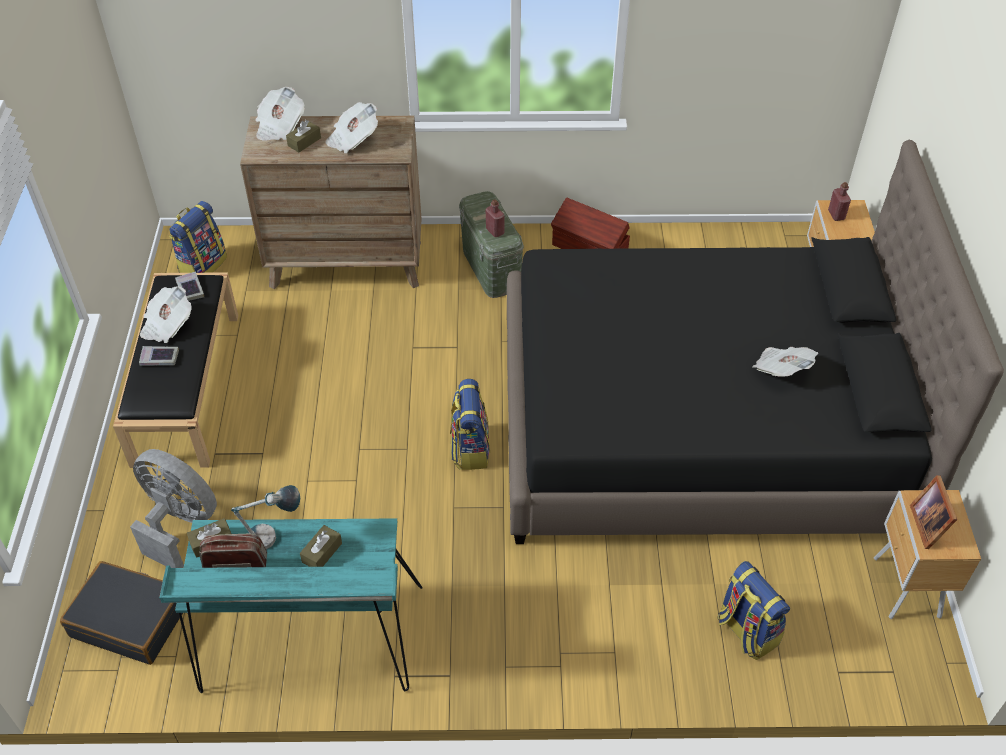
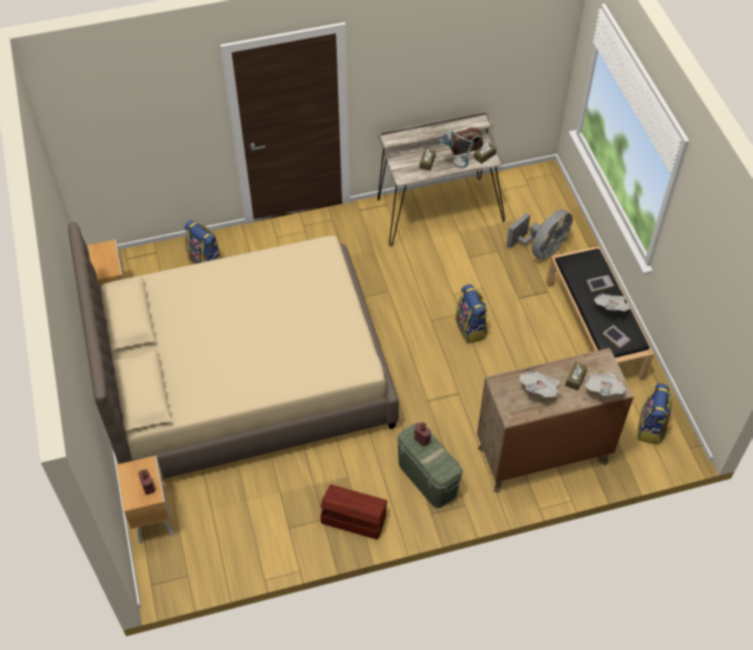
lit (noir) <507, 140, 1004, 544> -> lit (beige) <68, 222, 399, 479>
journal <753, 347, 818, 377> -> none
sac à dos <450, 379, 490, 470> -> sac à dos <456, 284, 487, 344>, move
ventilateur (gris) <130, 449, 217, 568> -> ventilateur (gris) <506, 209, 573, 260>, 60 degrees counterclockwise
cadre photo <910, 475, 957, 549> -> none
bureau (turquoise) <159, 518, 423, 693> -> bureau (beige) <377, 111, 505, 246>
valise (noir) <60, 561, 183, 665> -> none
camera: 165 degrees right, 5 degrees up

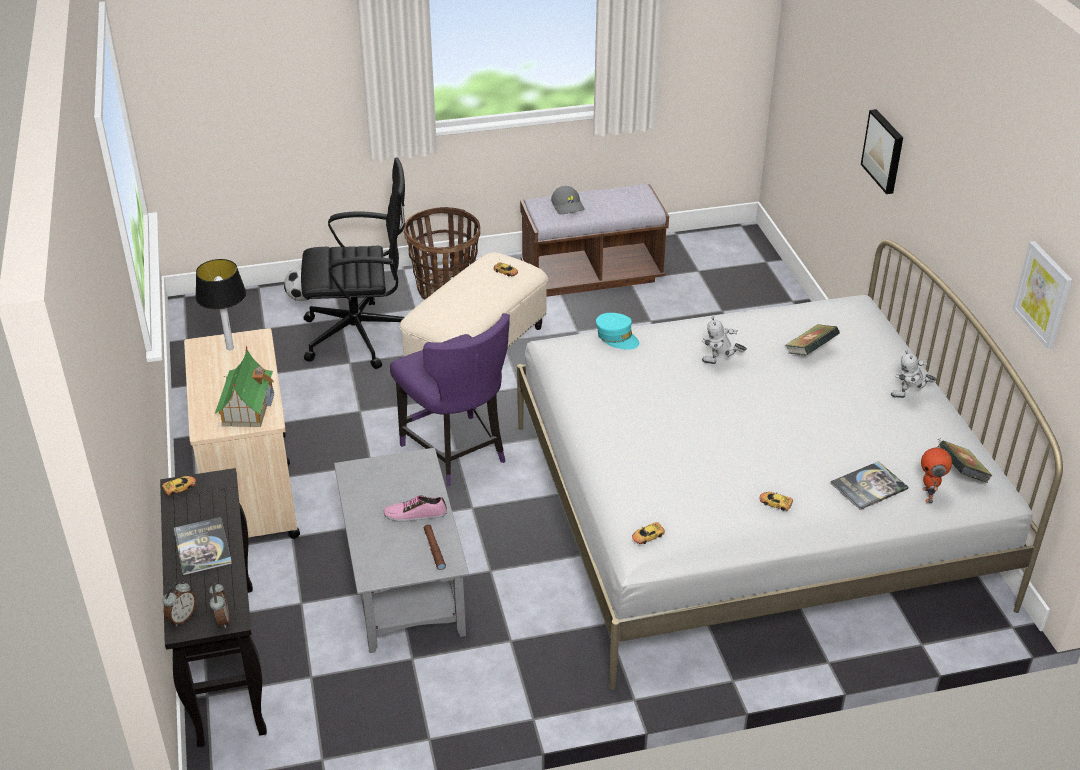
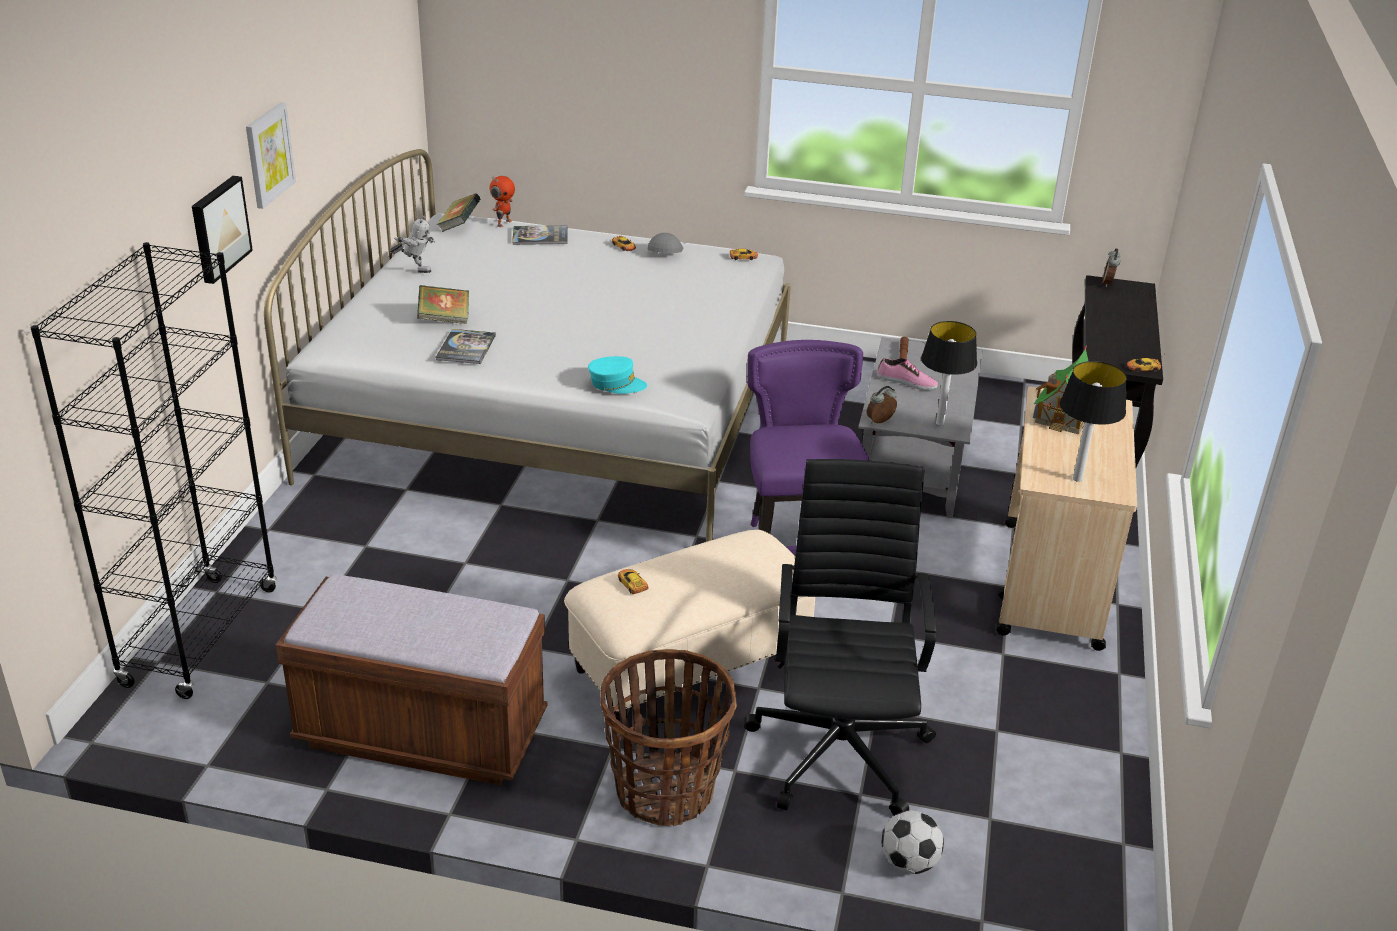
chaise de bureau (noir) <301, 157, 405, 369> -> chaise de bureau (noir) <744, 459, 936, 815>, 75 degrees clockwise
casquette (gris) <551, 186, 585, 215> -> casquette (gris) <648, 233, 683, 253>, move
tableau <1012, 241, 1073, 349> -> tableau <246, 103, 296, 209>, move
casquette (turquoise) <596, 313, 639, 350> -> casquette (turquoise) <588, 356, 647, 394>, 120 degrees clockwise
robot jouet <701, 316, 747, 364> -> none
livre <174, 517, 232, 576> -> livre <436, 329, 496, 364>, move
réveil <162, 581, 197, 626> -> réveil <867, 386, 897, 423>, move
none -> bibliothèque (noir) <30, 242, 277, 699>
none -> lampe de table <921, 321, 977, 426>
camera: 155 degrees left, 5 degrees down

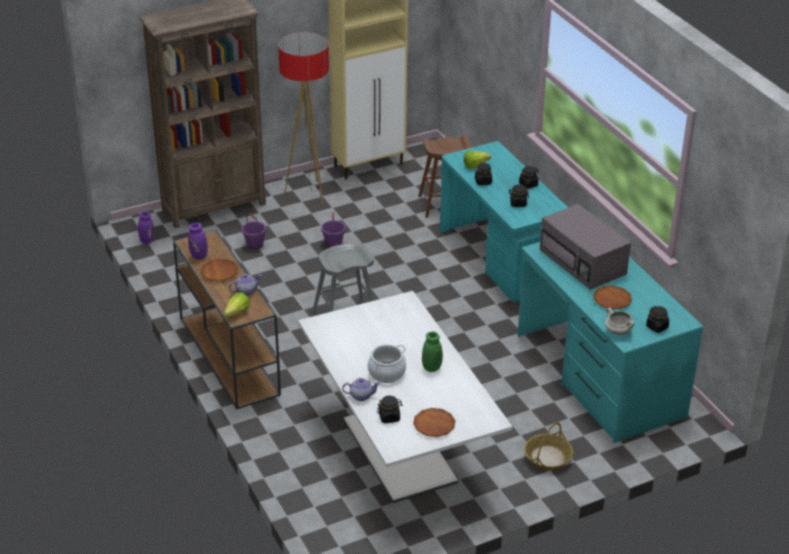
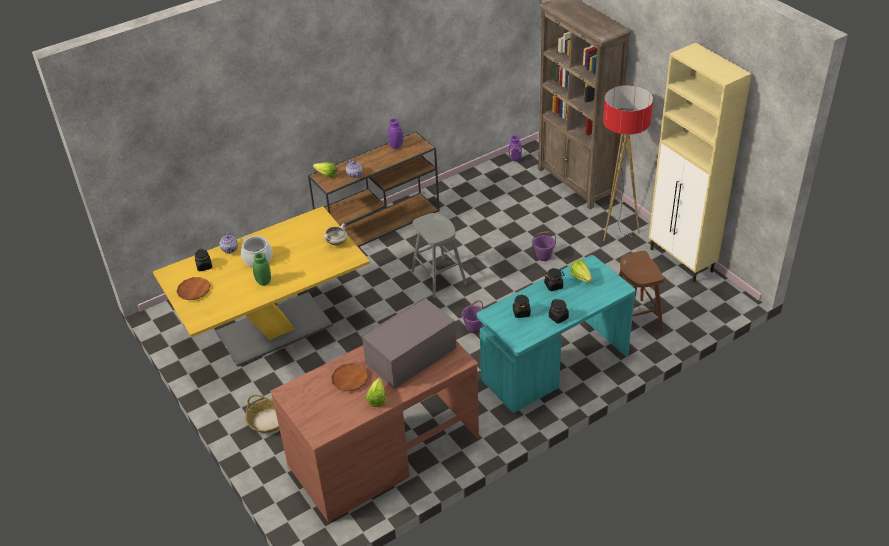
seau (violet) <242, 214, 266, 250> -> seau (violet) <462, 301, 483, 333>, move
bureau (turquoise) <517, 242, 703, 443> -> bureau (marron) <270, 341, 479, 522>
assiette (marron) <201, 259, 238, 281> -> none
table à manger (blanc) <298, 291, 513, 503> -> table à manger (jaune) <153, 206, 370, 367>
bocal (noir) <646, 306, 669, 333> -> none
marmite (blanc) <605, 308, 634, 335> -> marmite (blanc) <324, 223, 347, 245>, move
none -> laitue <366, 377, 386, 407>
camera: 85 degrees right, 5 degrees up

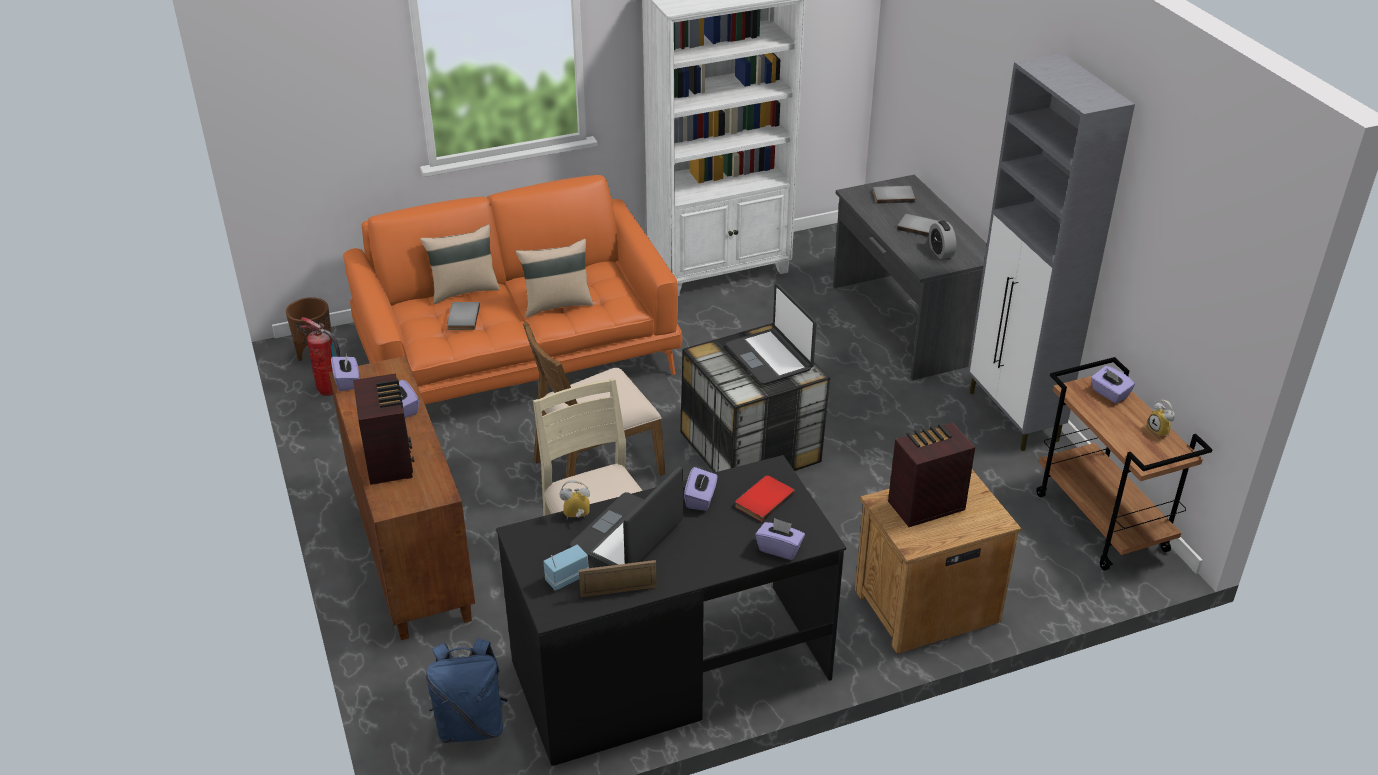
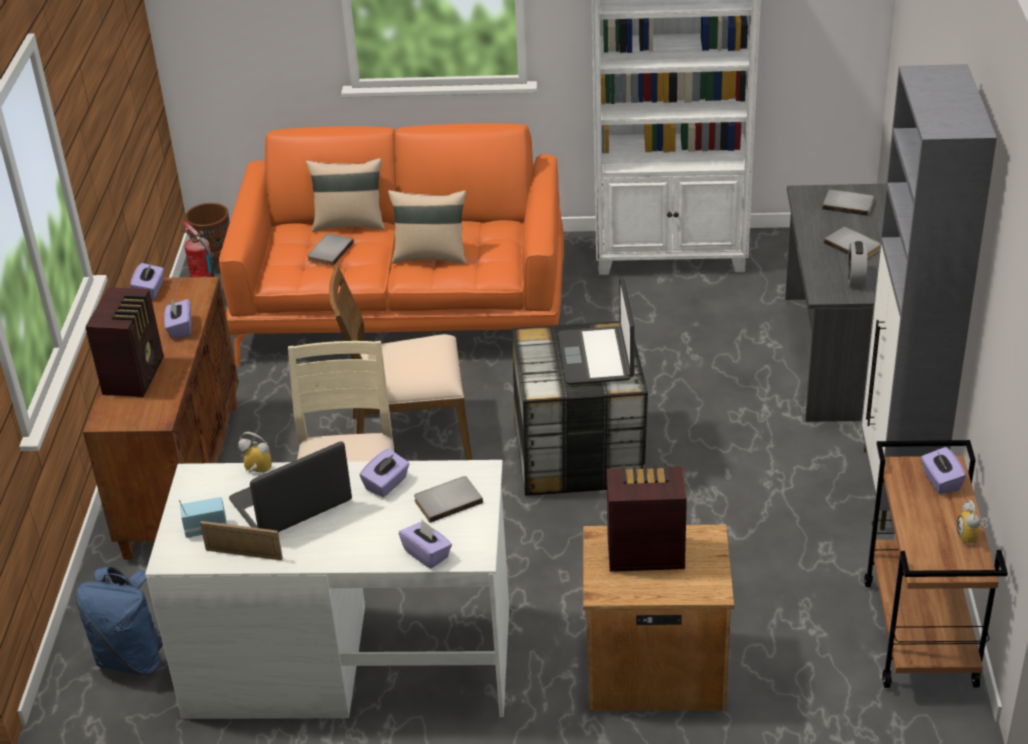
bureau (noir) <496, 455, 846, 766> -> bureau (blanc) <145, 460, 509, 719>
livre (rouge) <735, 475, 795, 522> -> livre (gris) <414, 476, 483, 523>
camera: 25 degrees right, 0 degrees up

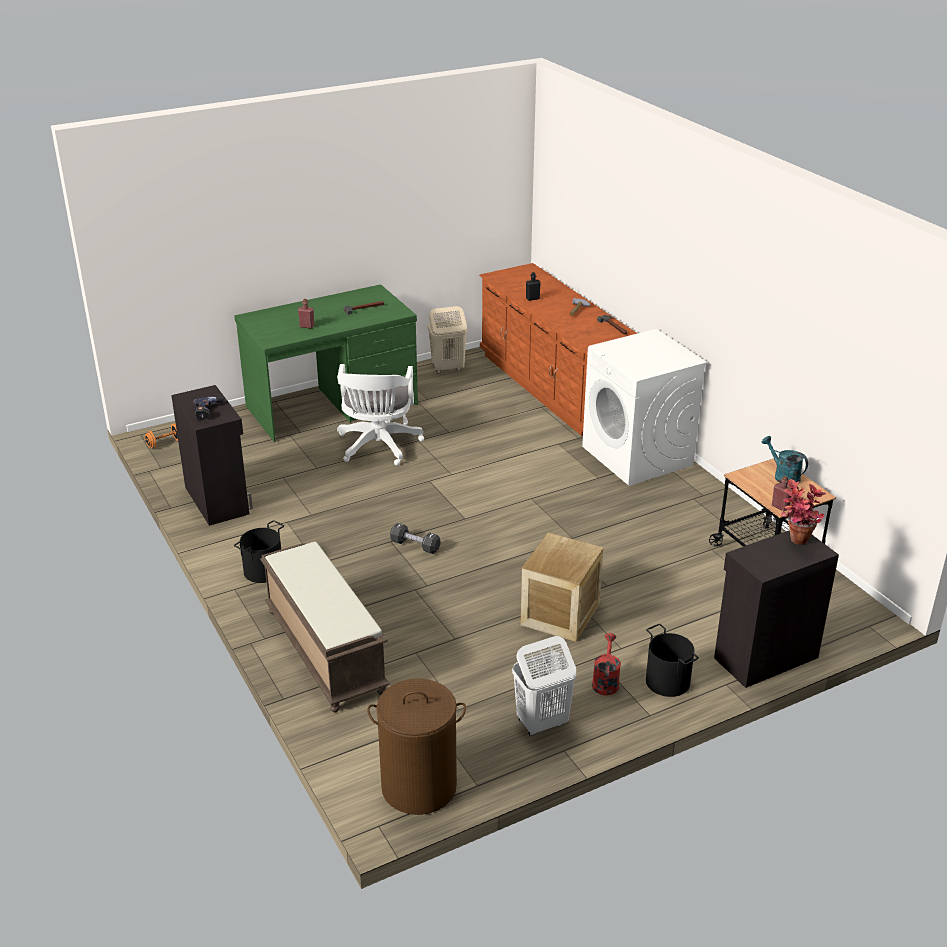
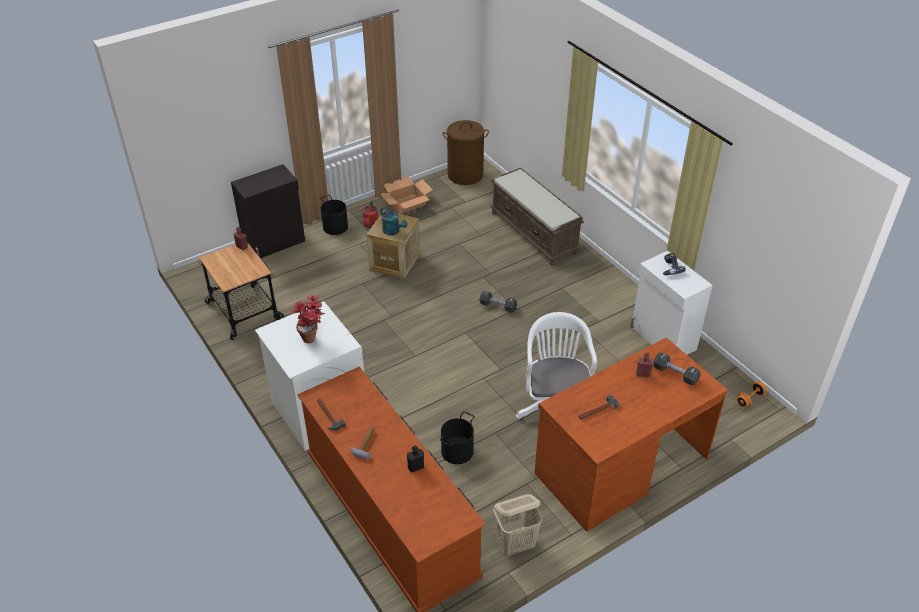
bureau (vert) <234, 284, 418, 442> -> bureau (marron) <535, 337, 728, 532>
meuble de rangement (noir) <171, 385, 253, 526> -> meuble de rangement (blanc) <630, 251, 713, 355>
arrosoir (turquoise) <762, 436, 808, 485> -> arrosoir (turquoise) <380, 207, 408, 235>, move
plante en pot <781, 479, 826, 545> -> plante en pot <290, 295, 325, 343>, move
seau (noir) <234, 520, 284, 583> -> seau (noir) <440, 411, 475, 464>, move
panier à linge (blanc) <512, 636, 576, 736> -> carton <380, 176, 433, 214>
none -> haltère (noir) <654, 352, 701, 385>
camera: 175 degrees right, 10 degrees up

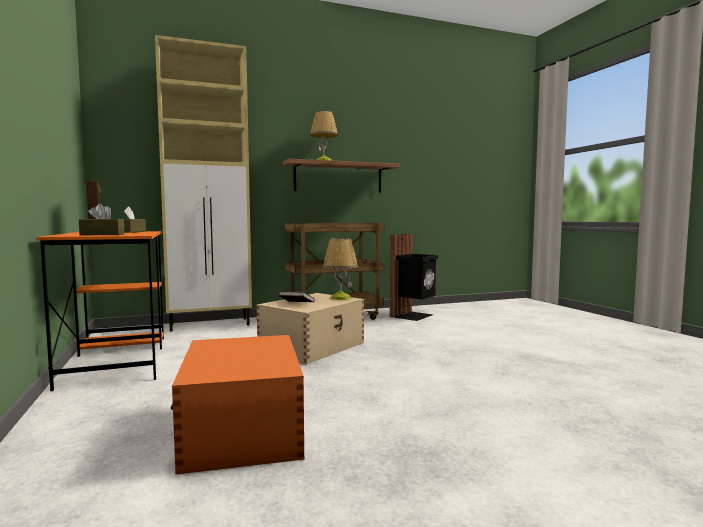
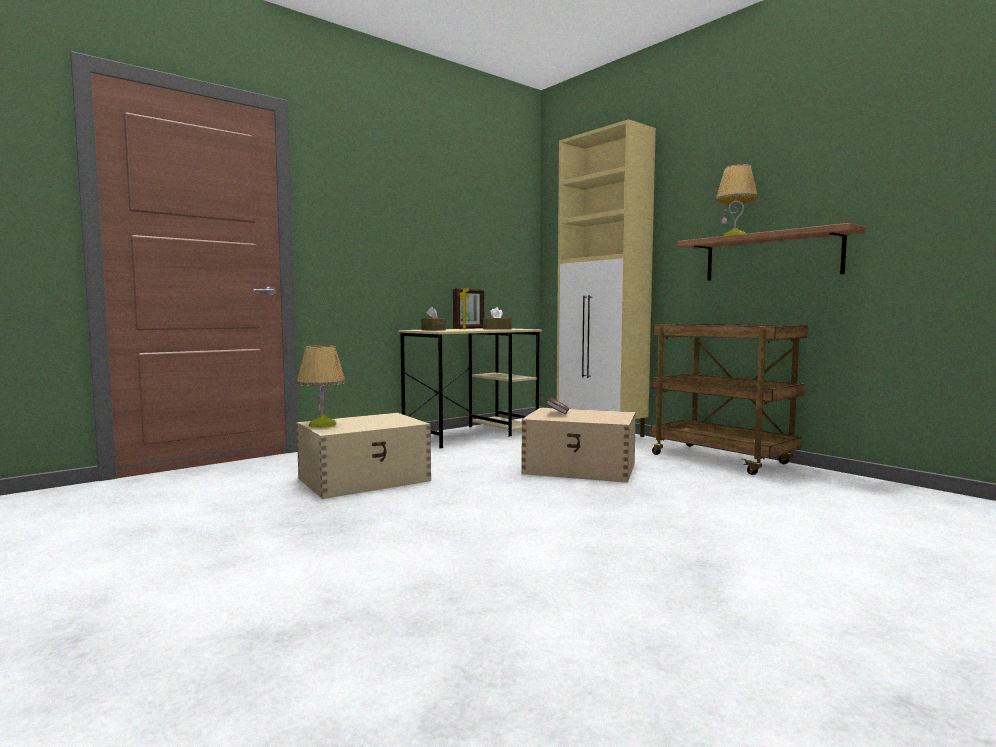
bureau (orange) <36, 231, 164, 391> -> bureau (beige) <398, 328, 542, 448>
poubelle (noir) <390, 234, 438, 321> -> none
lampe de table <323, 238, 358, 300> -> lampe de table <297, 345, 346, 427>, move
boîte de rangement (orange) <171, 335, 305, 475> -> boîte de rangement (beige) <296, 413, 431, 499>
camera: 70 degrees right, 0 degrees up

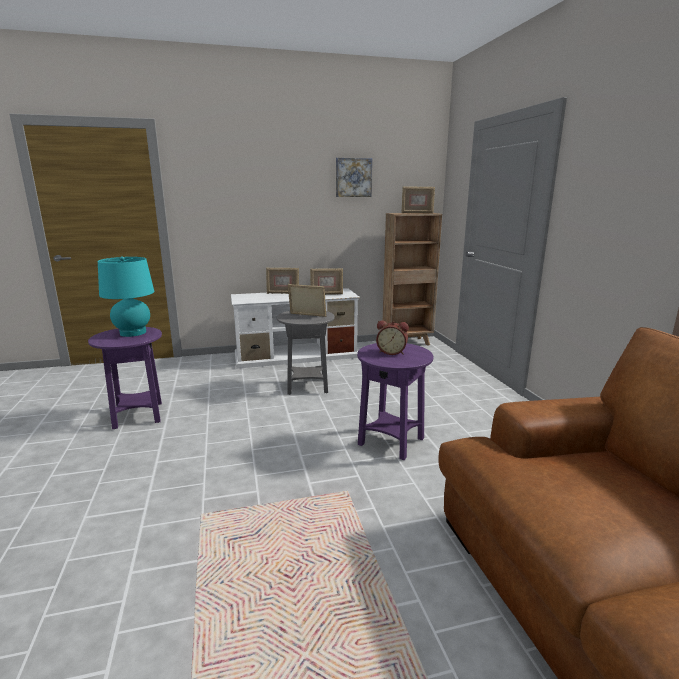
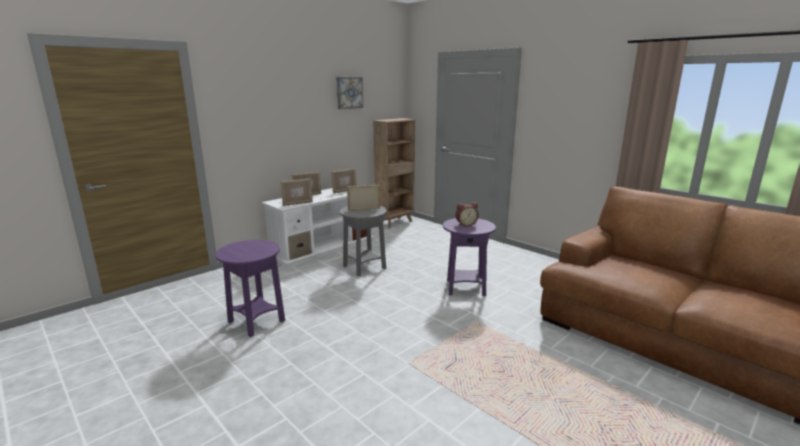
cadre photo <401, 186, 435, 214> -> cadre photo <280, 178, 313, 206>, move
lampe de table (turquoise) <98, 256, 154, 337> -> none
camera: 30 degrees left, 0 degrees up

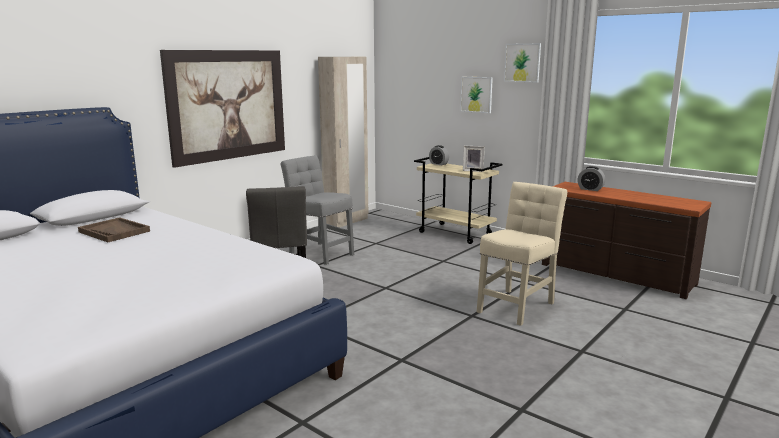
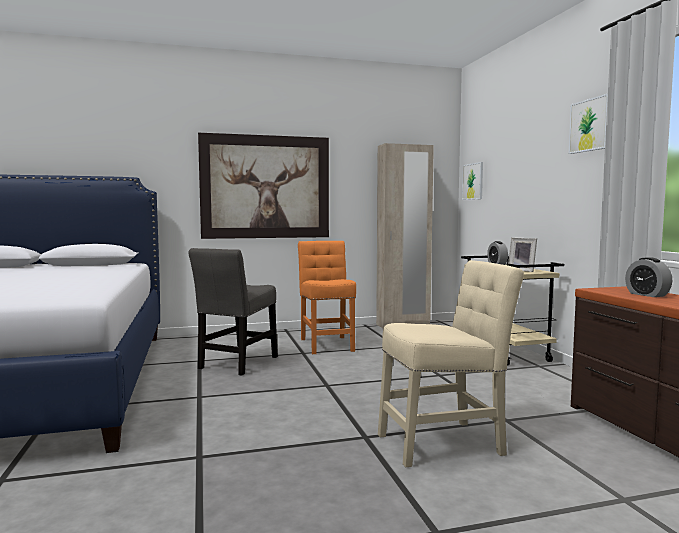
tableau <460, 77, 493, 113> -> tableau <462, 162, 483, 200>, move
chaise (gris) <281, 155, 354, 265> -> chaise (orange) <298, 241, 356, 354>
plateau (marron) <78, 217, 150, 242> -> none
camera: 35 degrees right, 10 degrees down

